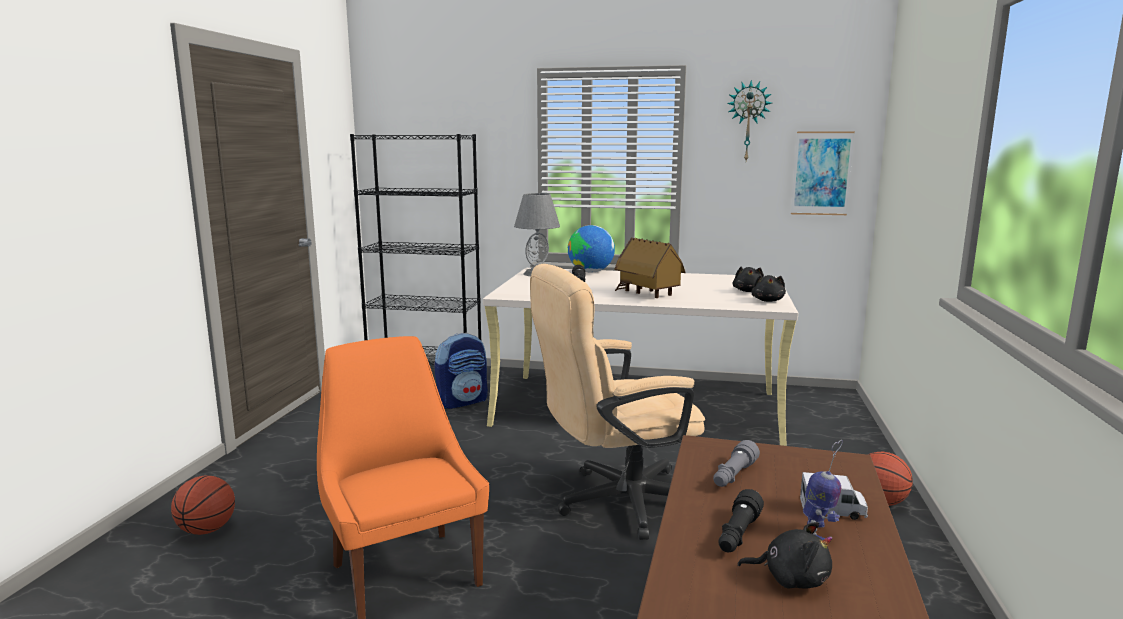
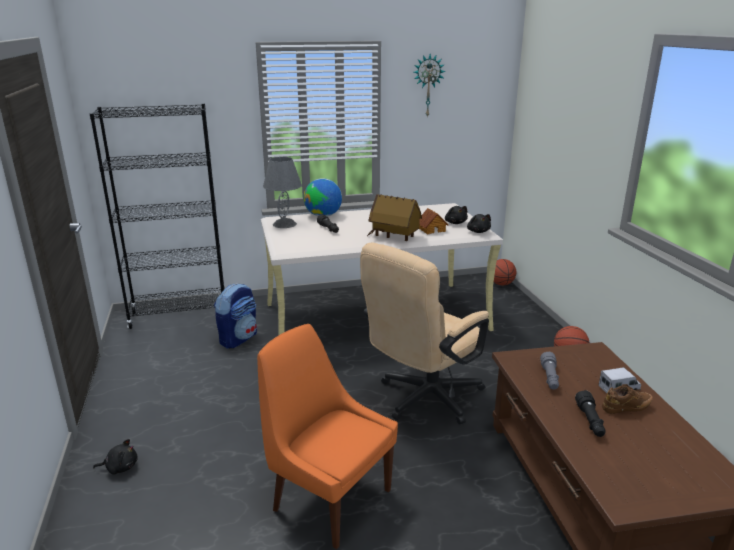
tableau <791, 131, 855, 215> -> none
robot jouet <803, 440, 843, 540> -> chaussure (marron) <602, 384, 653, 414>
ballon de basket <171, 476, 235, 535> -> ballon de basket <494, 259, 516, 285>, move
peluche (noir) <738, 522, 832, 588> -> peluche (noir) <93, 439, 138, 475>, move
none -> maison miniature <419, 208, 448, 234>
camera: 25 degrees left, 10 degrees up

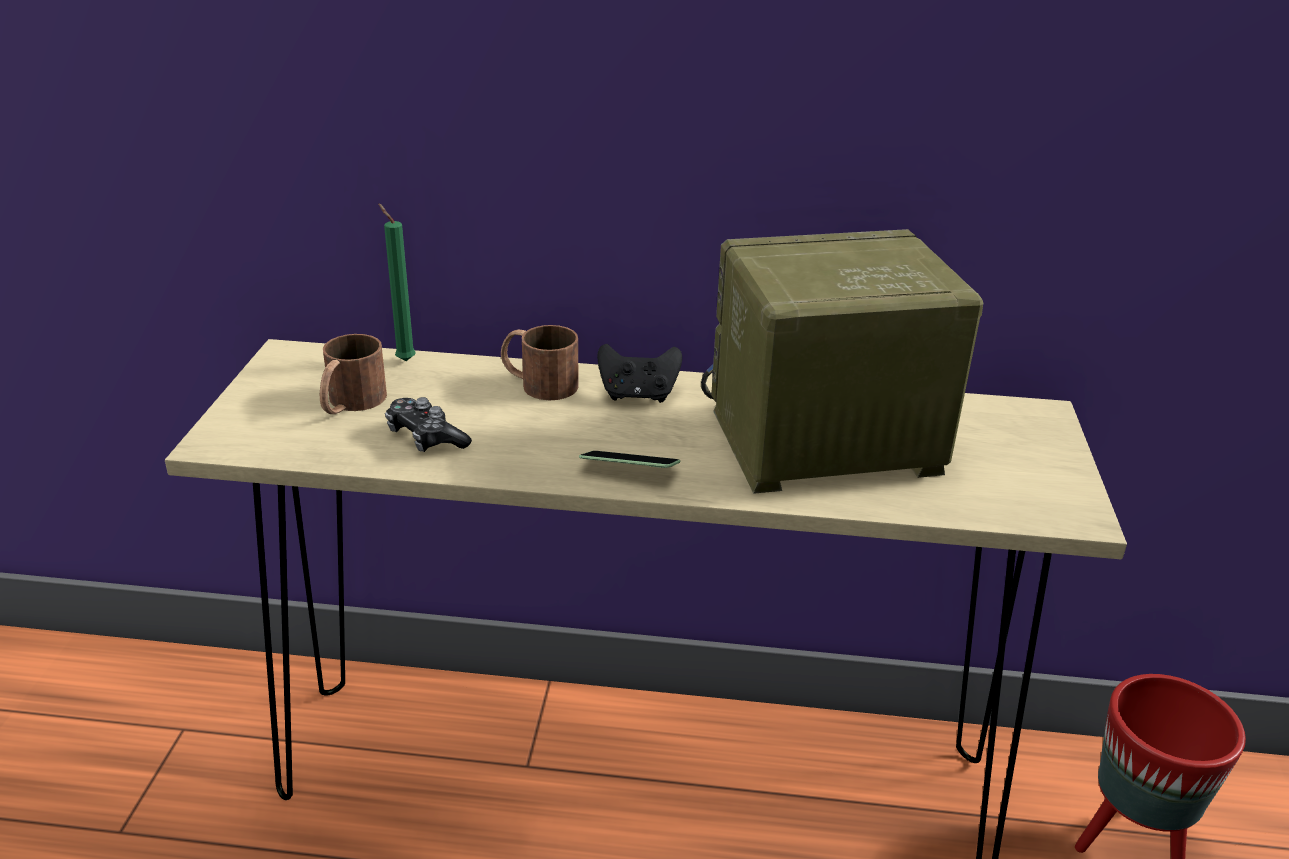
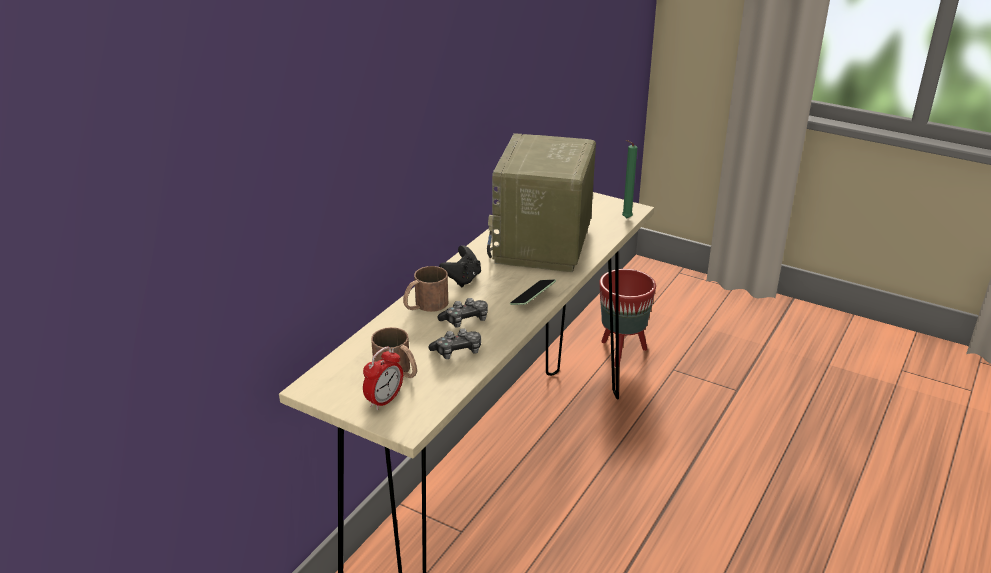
bougie (vert) <378, 204, 416, 361> -> bougie (vert) <622, 140, 637, 218>, move
none -> manette <438, 298, 488, 328>
none -> réveil <363, 346, 403, 410>
camera: 65 degrees left, 0 degrees up

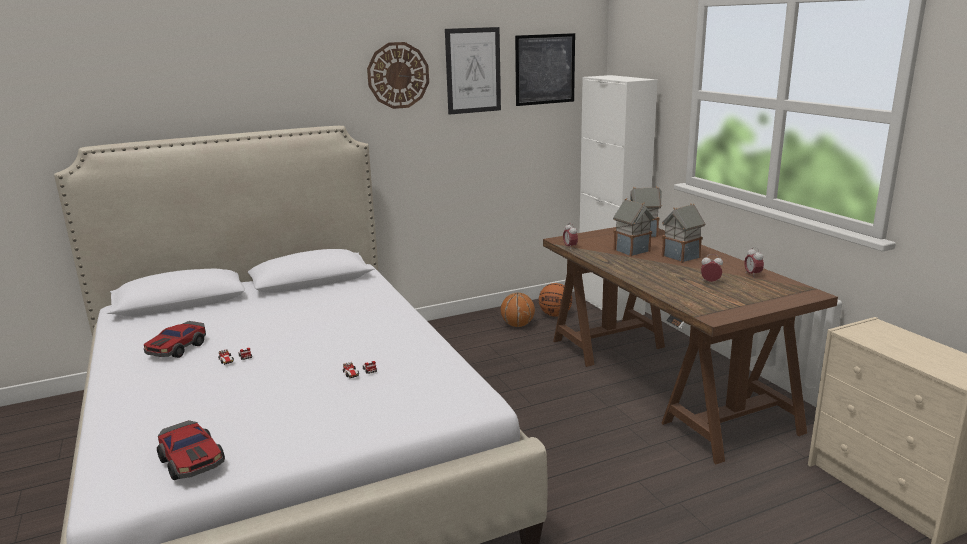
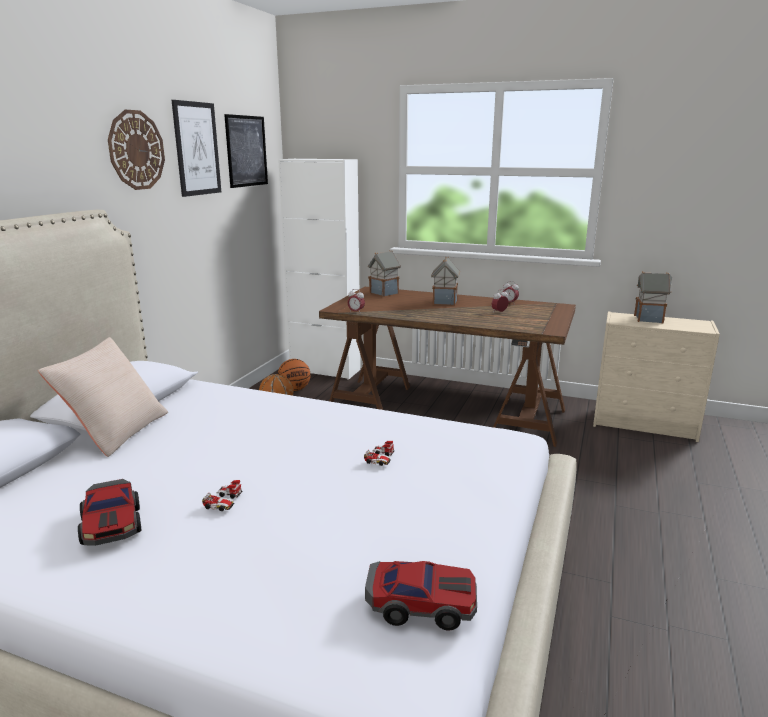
maison miniature <613, 198, 655, 256> -> maison miniature <634, 271, 672, 324>, move
none -> coussin (beige) <38, 337, 168, 457>
camera: 45 degrees left, 0 degrees up

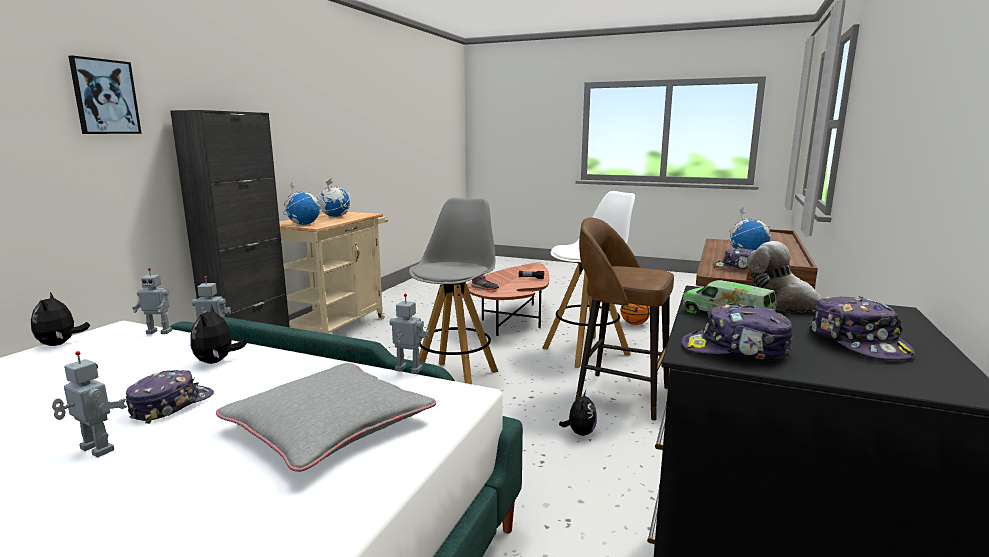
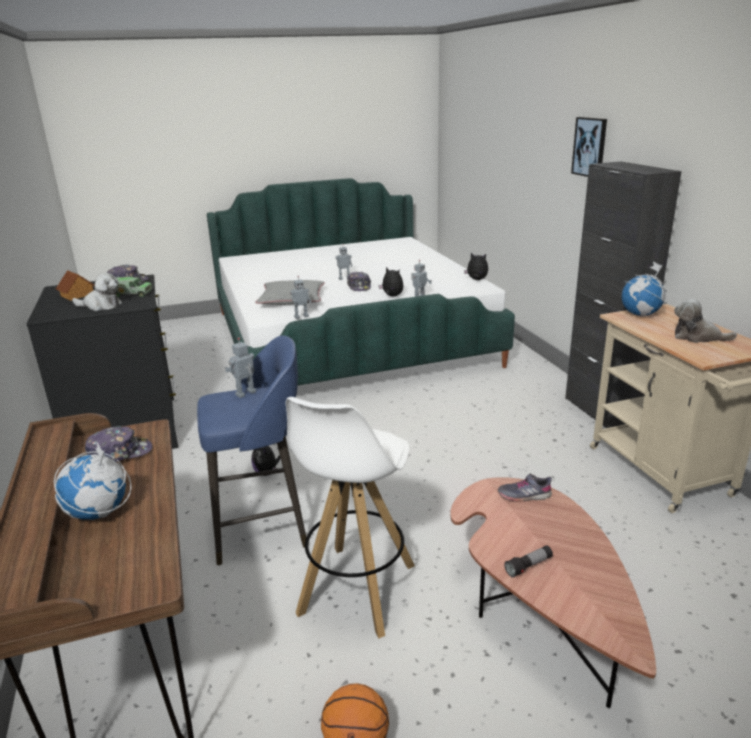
globe <318, 178, 350, 217> -> peluche <674, 299, 737, 343>
tabouret (gris) <409, 198, 498, 384> -> none
tabouret (marron) <575, 218, 674, 421> -> tabouret (bleu) <197, 335, 306, 565>
robot jouet <132, 268, 172, 334> -> robot jouet <225, 337, 256, 398>, move
casquette <809, 296, 916, 360> -> maison miniature <56, 270, 95, 301>
camera: 140 degrees right, 10 degrees up

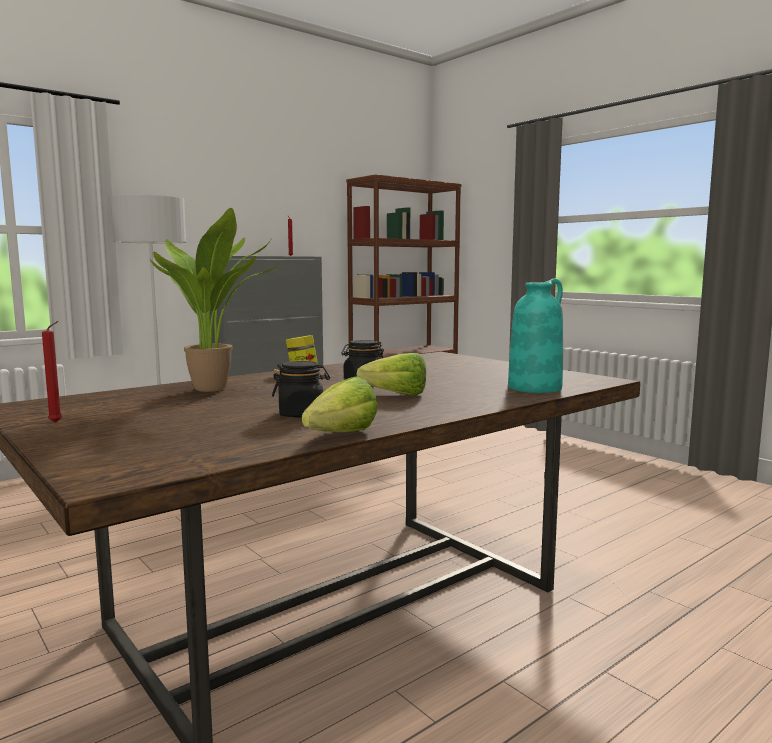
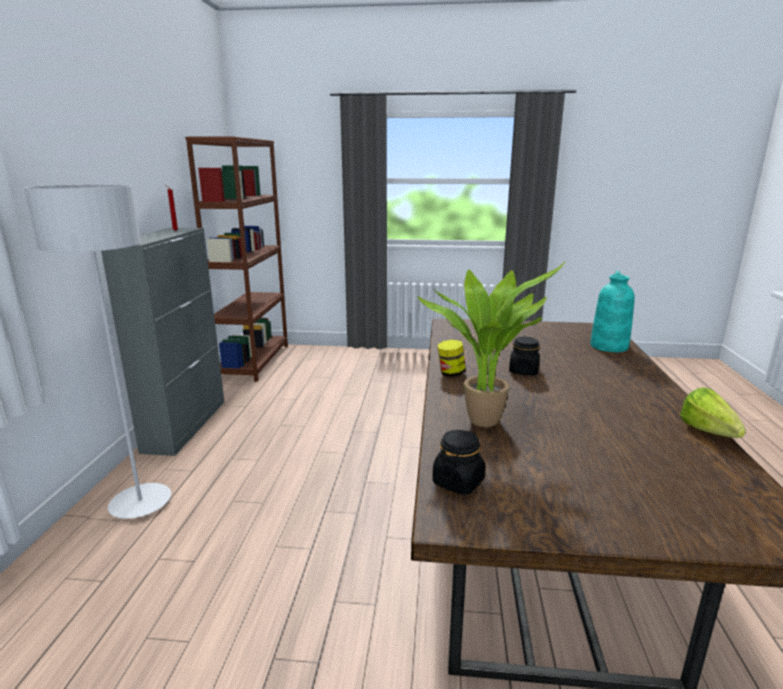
bougie (rouge) <42, 321, 62, 423> -> none
laitue <356, 353, 426, 396> -> none
bocal (noir) <272, 361, 330, 418> -> bocal (noir) <432, 430, 485, 495>, move
camera: 45 degrees left, 10 degrees up

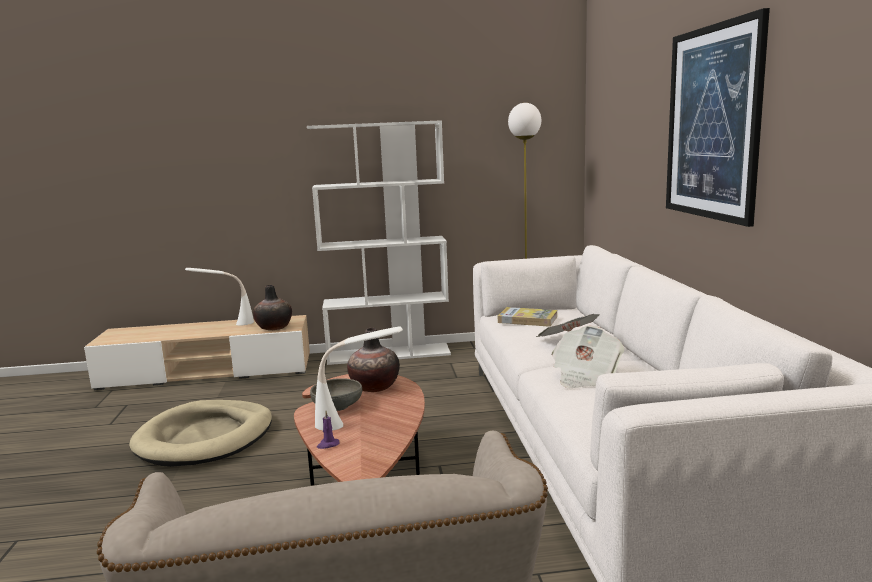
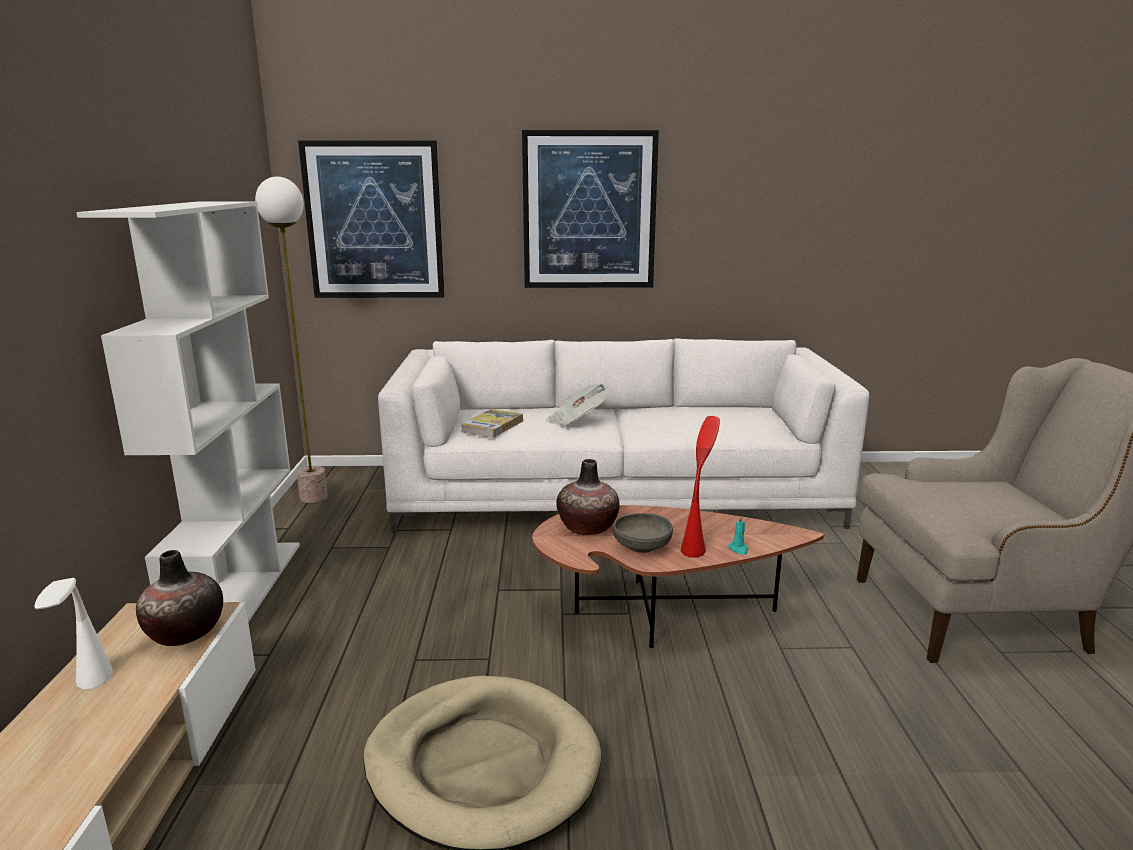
journal <552, 326, 624, 388> -> none
lampe de table (blanc) <315, 327, 403, 431> -> lampe de table (rouge) <681, 416, 720, 558>
bougie (violet) <317, 411, 339, 449> -> bougie (turquoise) <728, 515, 749, 555>
none -> tableau <298, 140, 445, 298>
camera: 85 degrees left, 5 degrees up

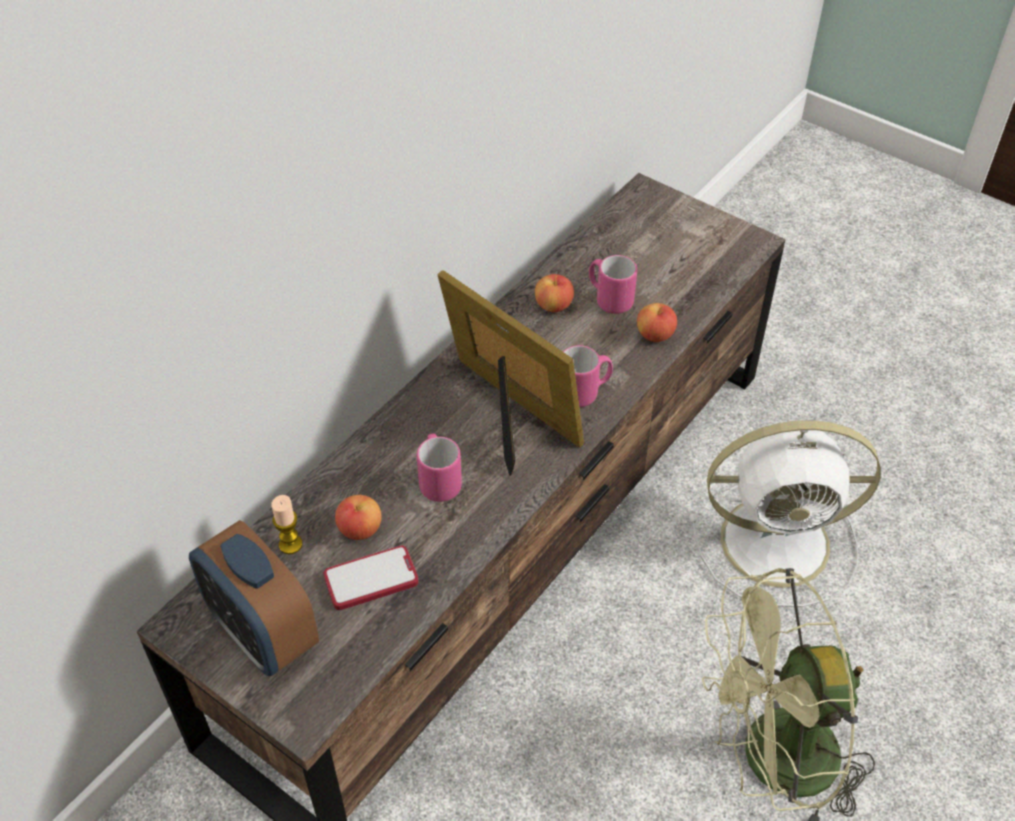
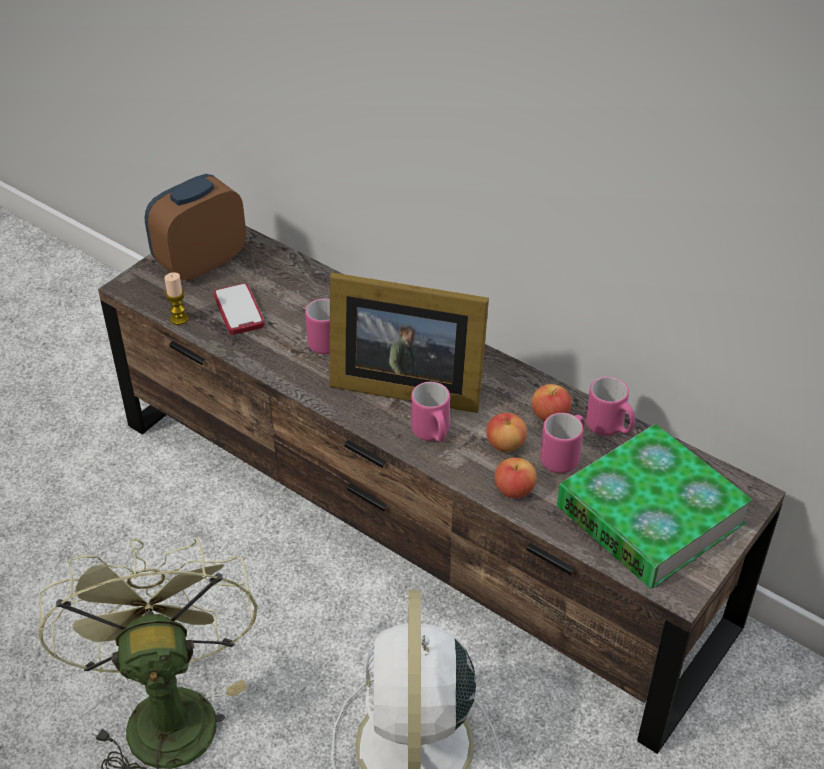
cadre photo <437, 270, 584, 476> -> cadre photo <329, 272, 489, 413>, 60 degrees clockwise
bougie <271, 495, 302, 554> -> bougie <164, 272, 188, 325>, move
pomme <335, 495, 382, 540> -> pomme <486, 413, 527, 452>, move
none -> mug (rose) <586, 377, 635, 436>
none -> livre <557, 424, 752, 589>
camera: 90 degrees right, 5 degrees down

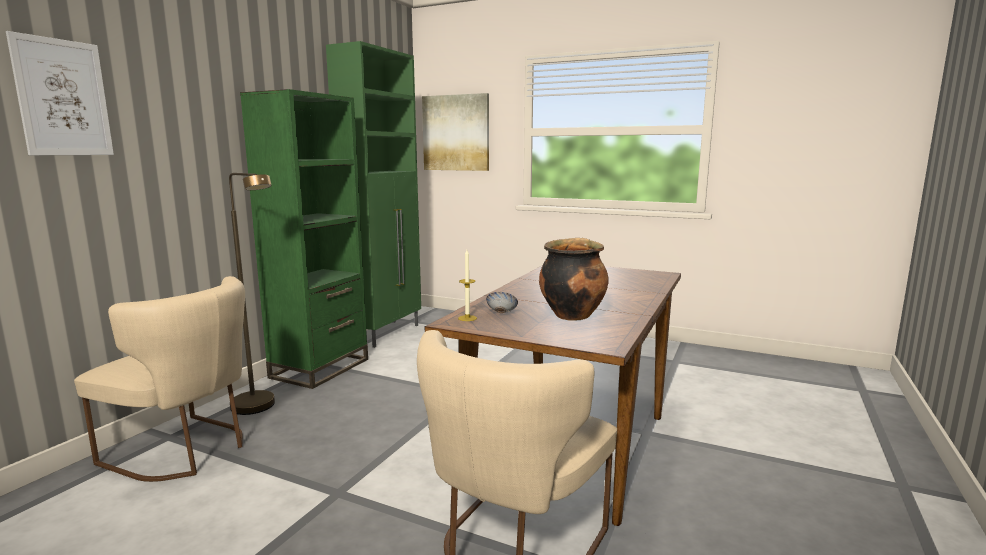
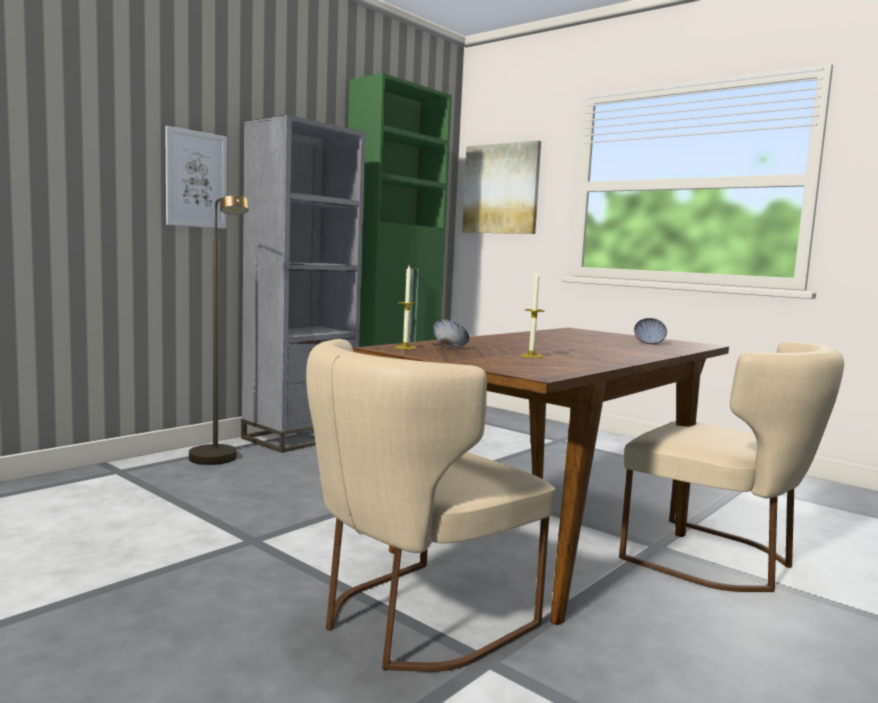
tableau <6, 31, 114, 155> -> tableau <165, 126, 227, 229>, move
bibliothèque (vert) <240, 89, 368, 389> -> bibliothèque (gris) <241, 115, 366, 453>
marmite <539, 238, 609, 321> -> bougie <520, 272, 545, 358>
chaise (beige) <74, 276, 245, 482> -> chaise (beige) <619, 342, 844, 592>, move
none -> bol <634, 318, 667, 344>
camera: 15 degrees right, 5 degrees down

